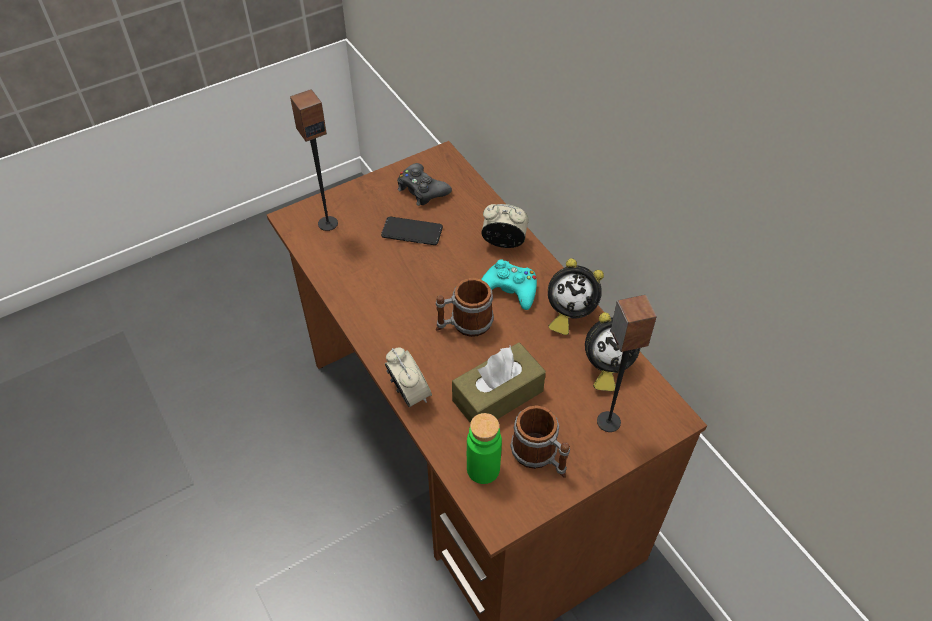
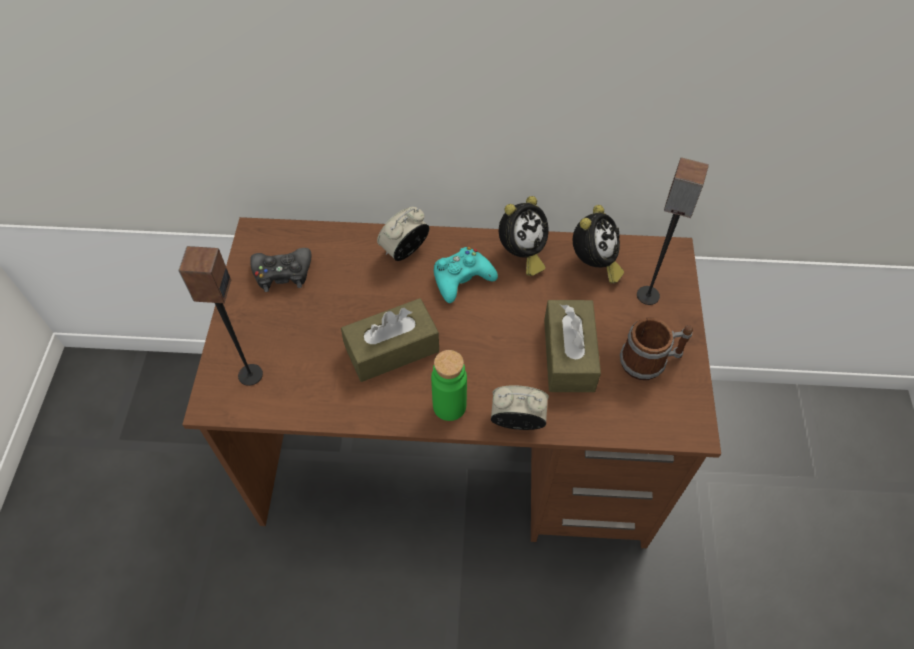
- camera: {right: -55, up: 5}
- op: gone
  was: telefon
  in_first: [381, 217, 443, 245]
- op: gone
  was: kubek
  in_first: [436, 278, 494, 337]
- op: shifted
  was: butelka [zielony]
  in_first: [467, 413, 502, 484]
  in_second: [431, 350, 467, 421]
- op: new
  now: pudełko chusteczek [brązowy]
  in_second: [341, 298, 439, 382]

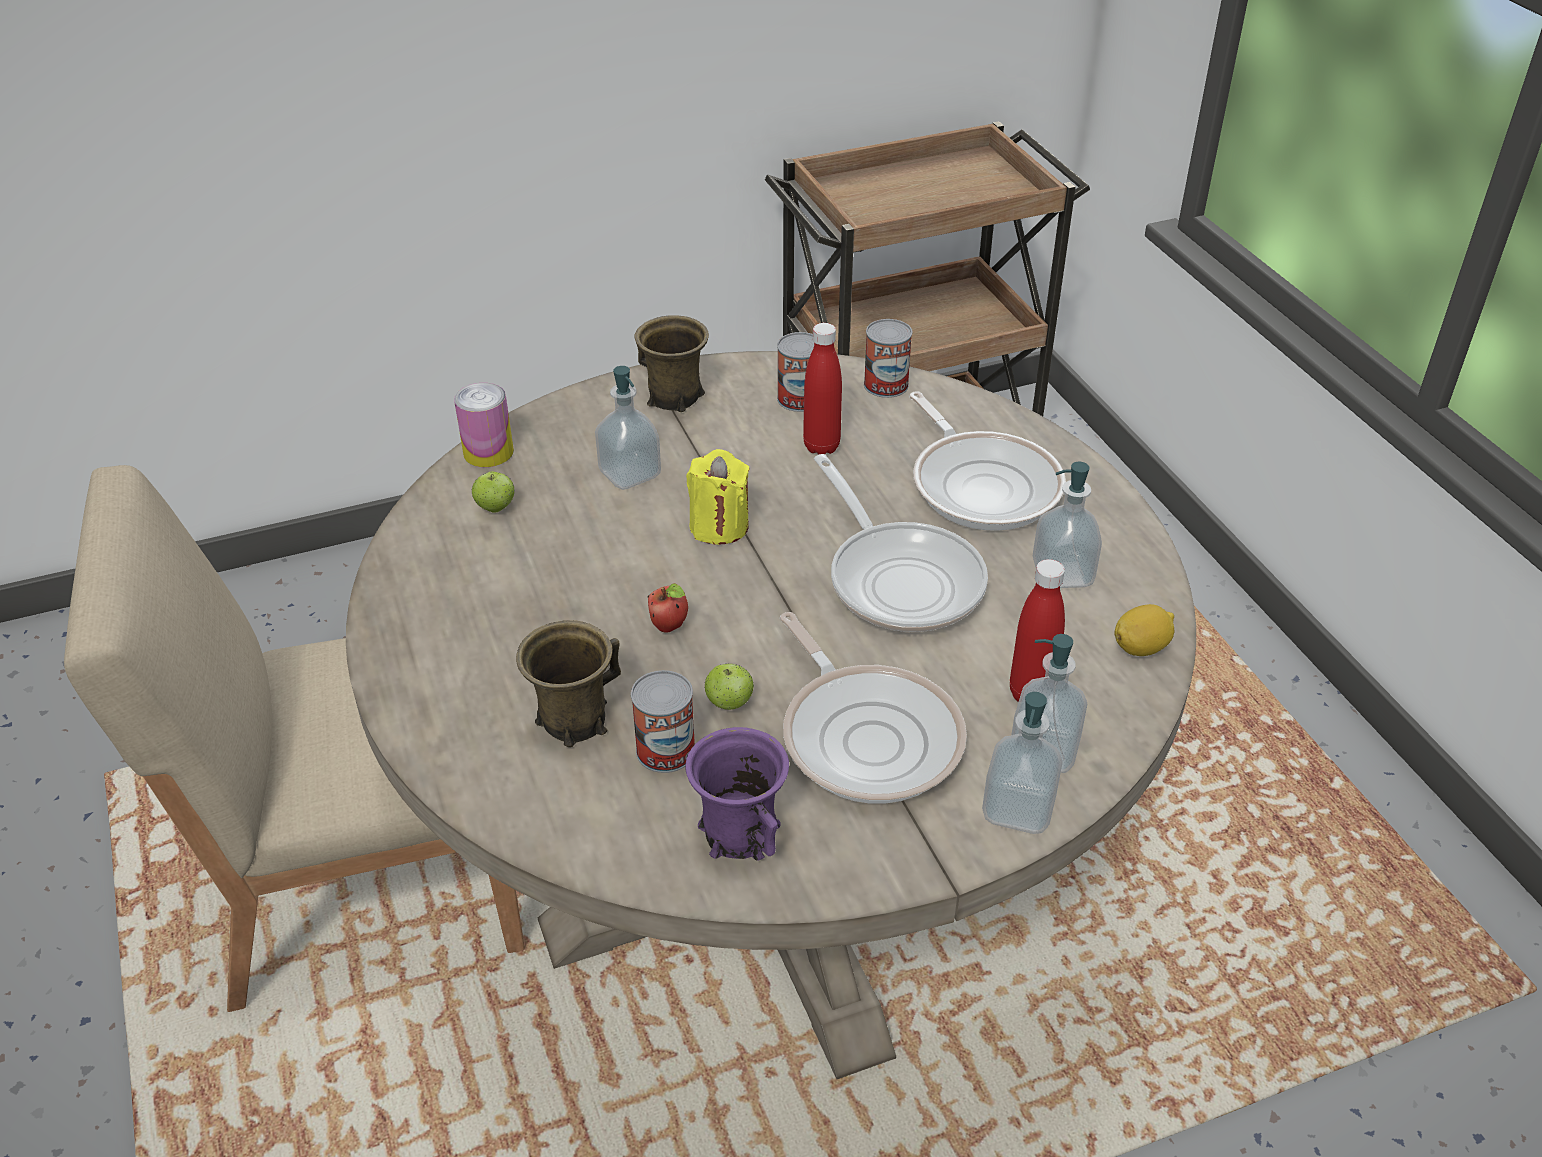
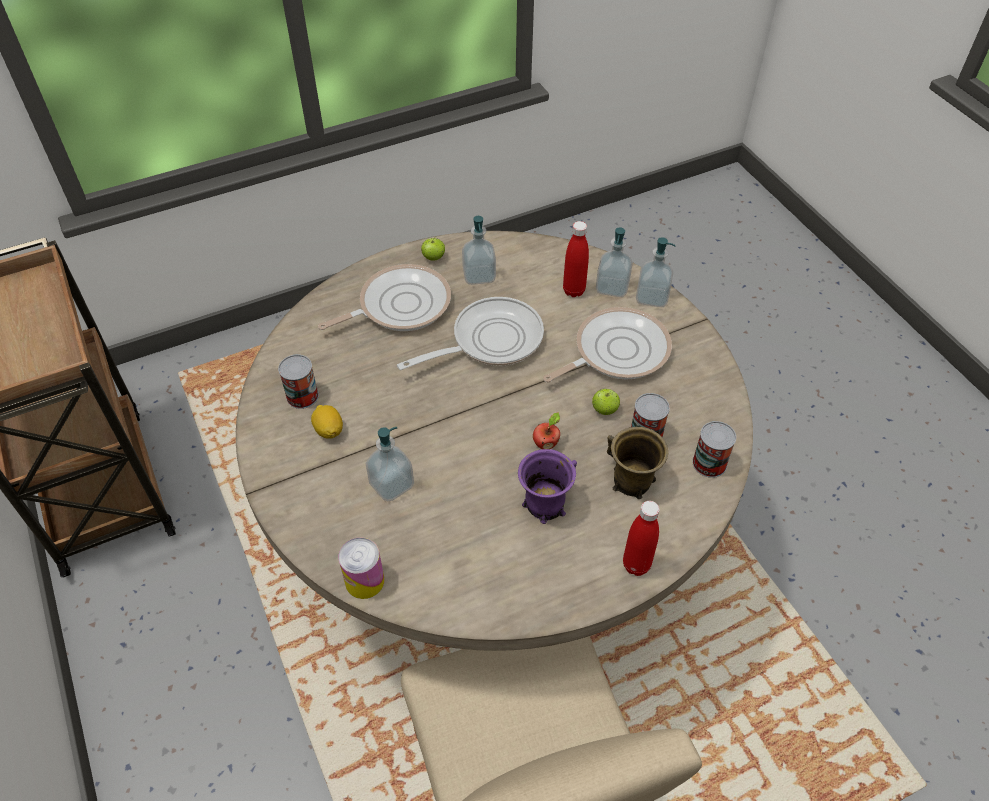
- camera: {right: -95, up: 10}
- op: shifted
  was: jabłko
  in_first: [472, 471, 515, 513]
  in_second: [421, 238, 445, 261]
- op: gone
  was: kubek [brązowy]
  in_first: [634, 315, 709, 412]
- op: shifted
  was: kubek [fioletowy]
  in_first: [685, 727, 789, 861]
  in_second: [518, 449, 577, 524]
- op: gone
  was: świeca [żółty]
  in_first: [686, 449, 750, 545]
- op: shifted
  was: butelka [czerwony]
  in_first: [803, 323, 842, 455]
  in_second: [623, 501, 660, 576]
- op: shifted
  was: puszka
  in_first: [864, 319, 912, 398]
  in_second: [692, 421, 736, 478]
- op: shifted
  was: cytryna
  in_first: [1114, 604, 1174, 656]
  in_second: [311, 405, 343, 439]

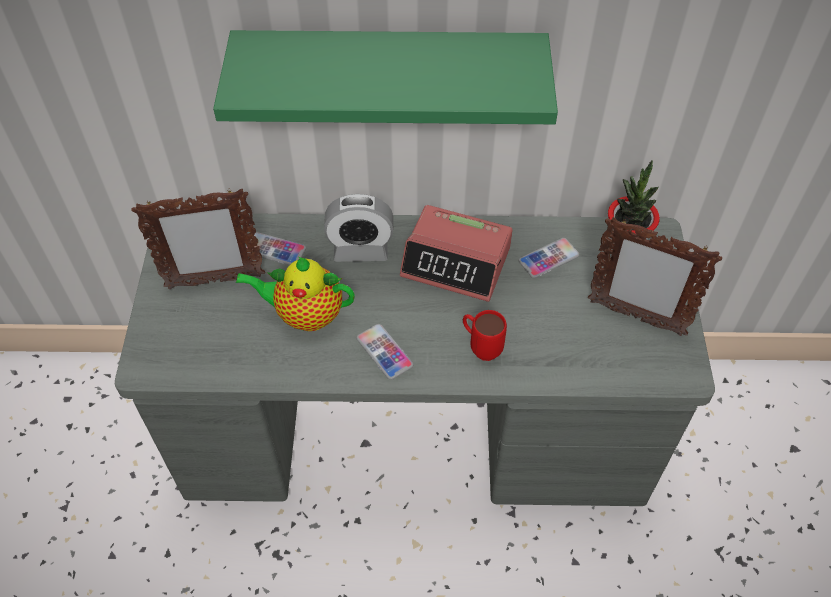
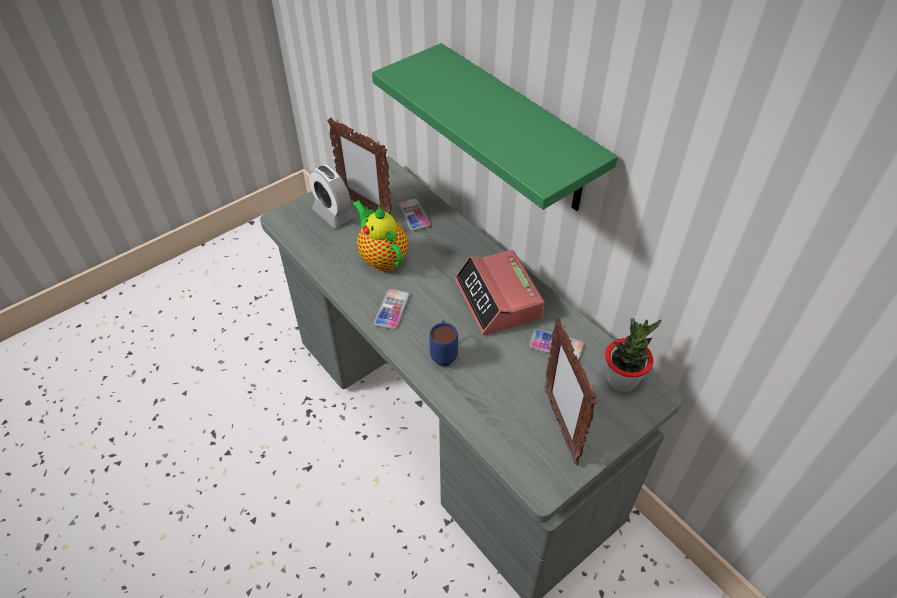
- camera: {right: 50, up: -5}
- op: shifted
  was: budzik
  in_first: [324, 194, 393, 262]
  in_second: [309, 164, 354, 228]
- op: repainted
  was: kubek [czerwony]
  now: kubek [niebieski]
  in_first: [463, 310, 507, 361]
  in_second: [429, 321, 458, 367]

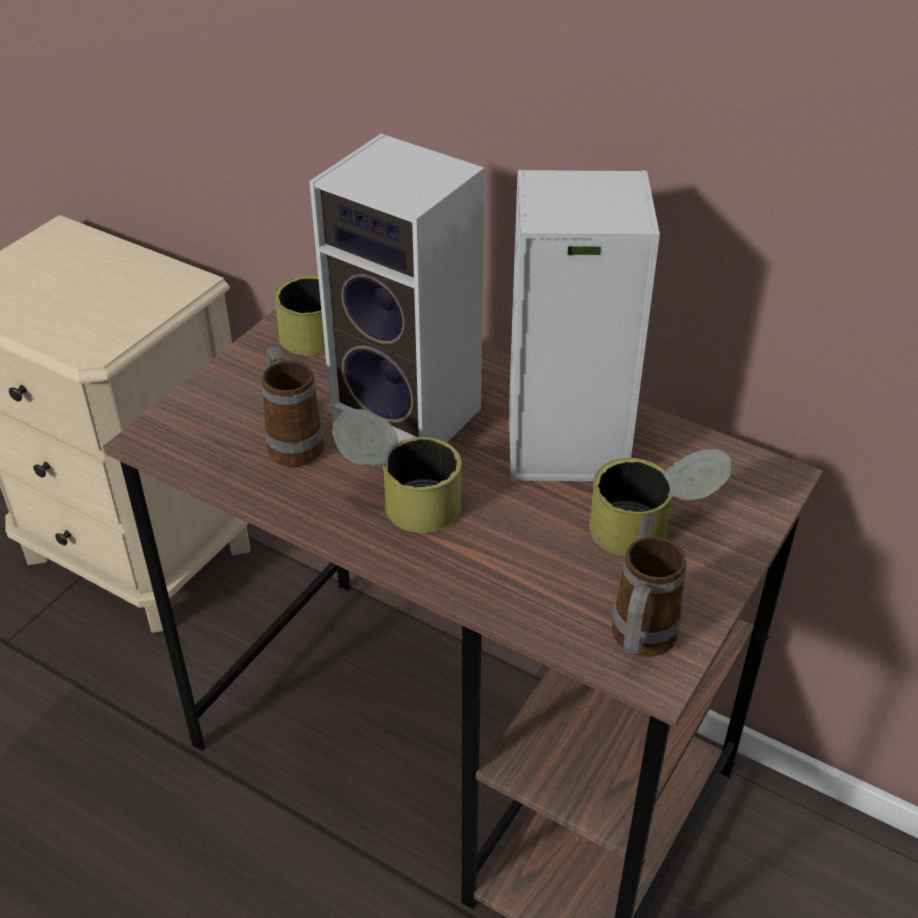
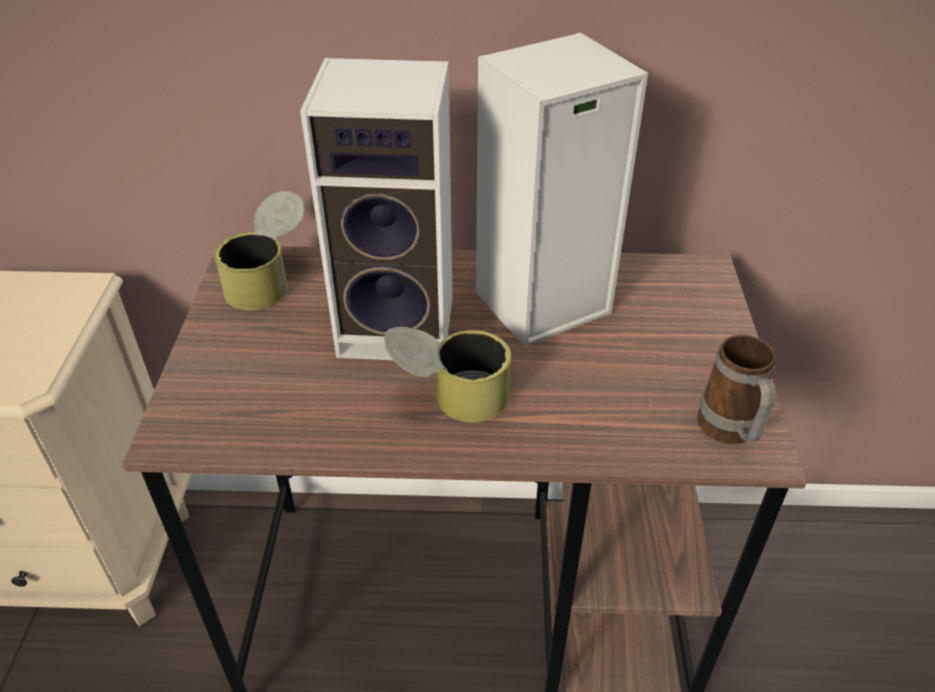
- camera: {right: -30, up: 0}
- op: gone
  was: kubek
  in_first: [261, 346, 324, 467]
- op: gone
  was: puszka
  in_first: [589, 449, 732, 556]

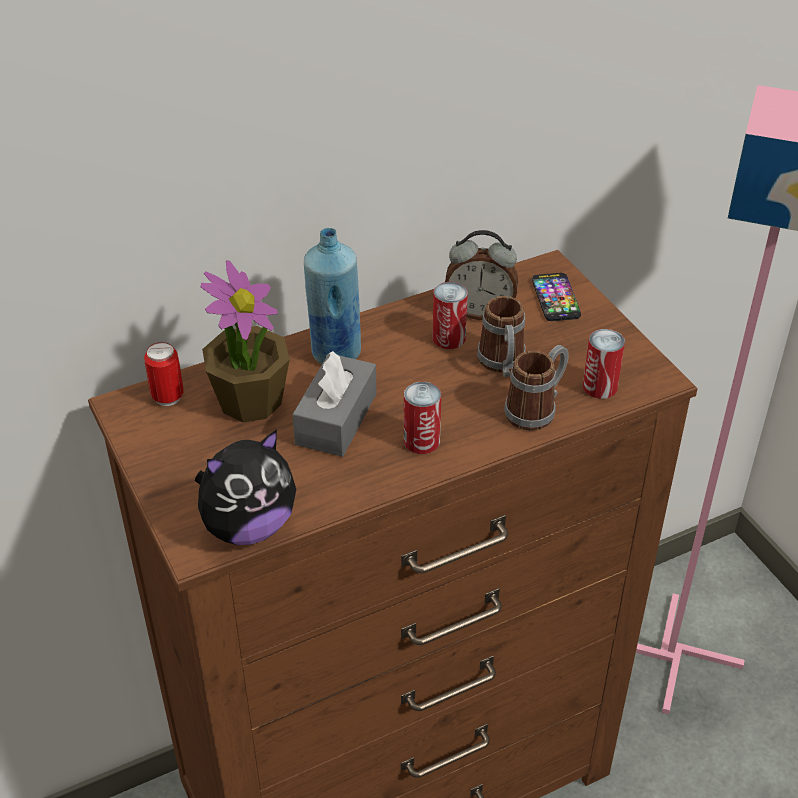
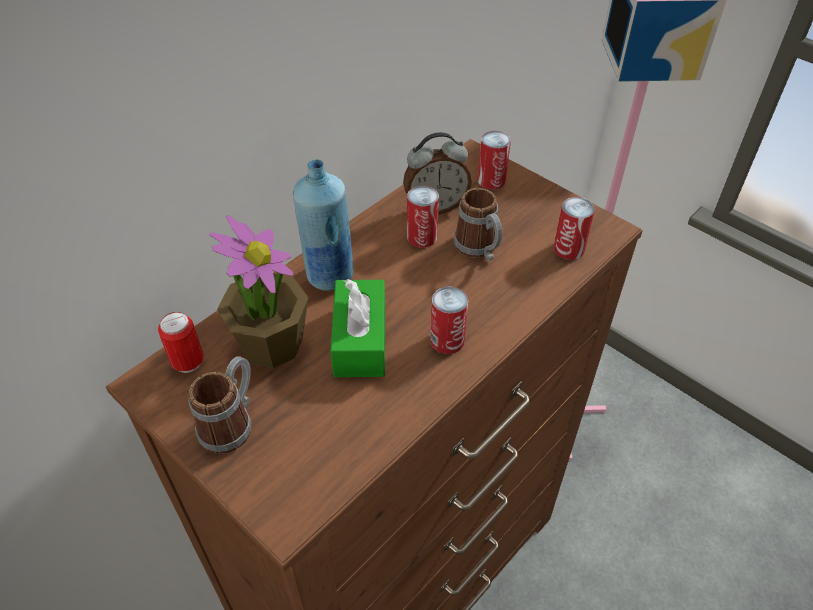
- camera: {right: -20, up: 5}
- op: gone
  was: pluszak
  in_first: [195, 429, 296, 545]
- op: repainted
  was: pudełko chusteczek [szary]
  now: pudełko chusteczek [zielony]
  in_first: [292, 351, 376, 457]
  in_second: [331, 279, 385, 377]
- op: shifted
  was: kubek
  in_first: [504, 345, 568, 431]
  in_second: [188, 356, 251, 454]
- op: swapped
  was: telefon
  now: puszka
  in_first: [532, 273, 581, 321]
  in_second: [478, 131, 511, 189]

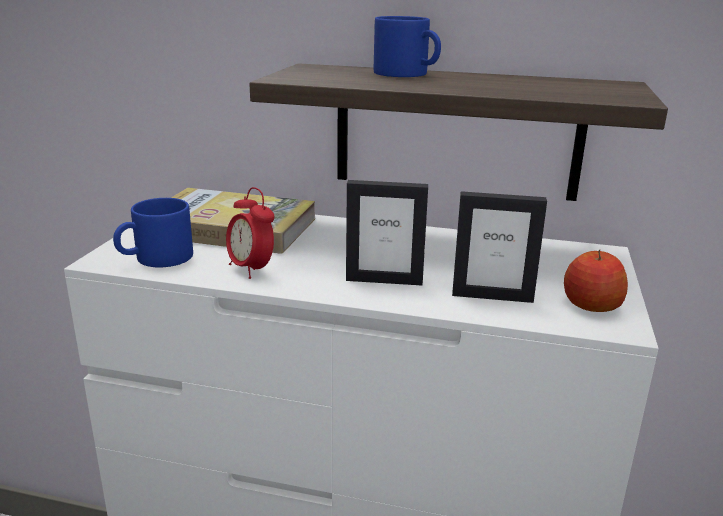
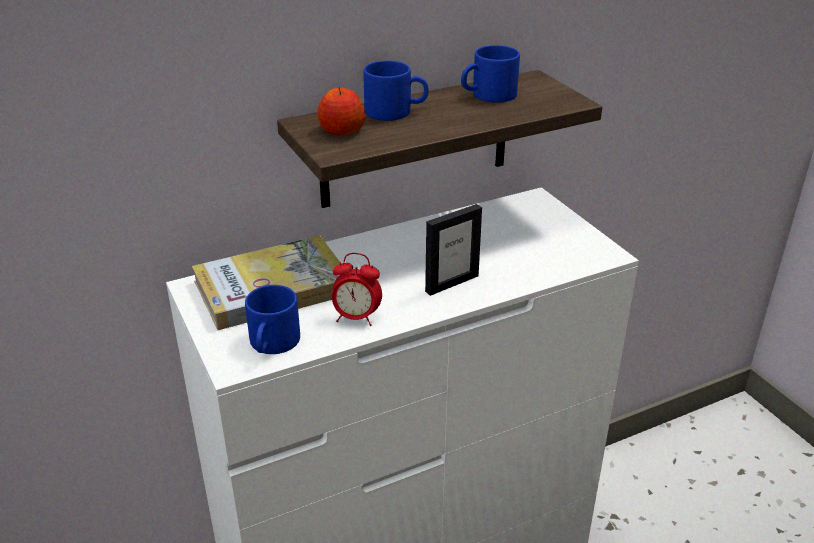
- camera: {right: -40, up: 10}
- op: gone
  was: ramka na zdjęcie
  in_first: [452, 191, 547, 303]
- op: shifted
  was: jabłko
  in_first: [564, 249, 628, 312]
  in_second: [317, 87, 365, 136]
- op: new
  now: kubek [niebieski]
  in_second: [461, 45, 520, 103]

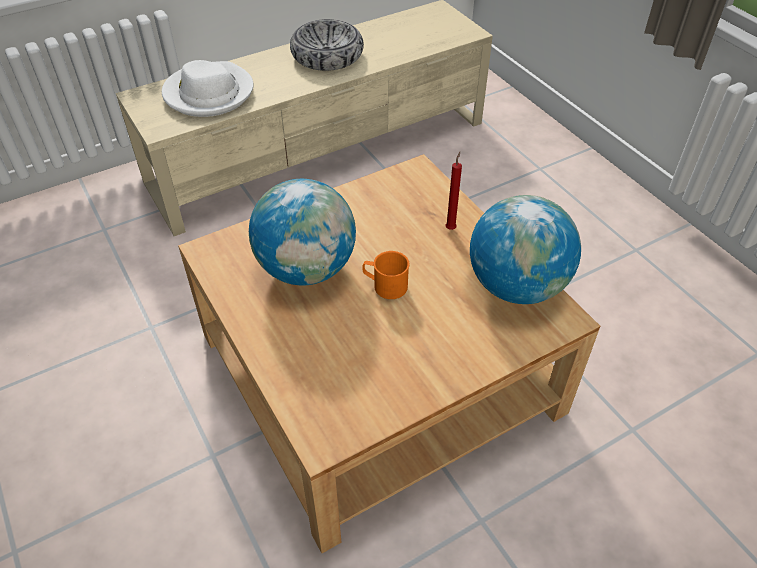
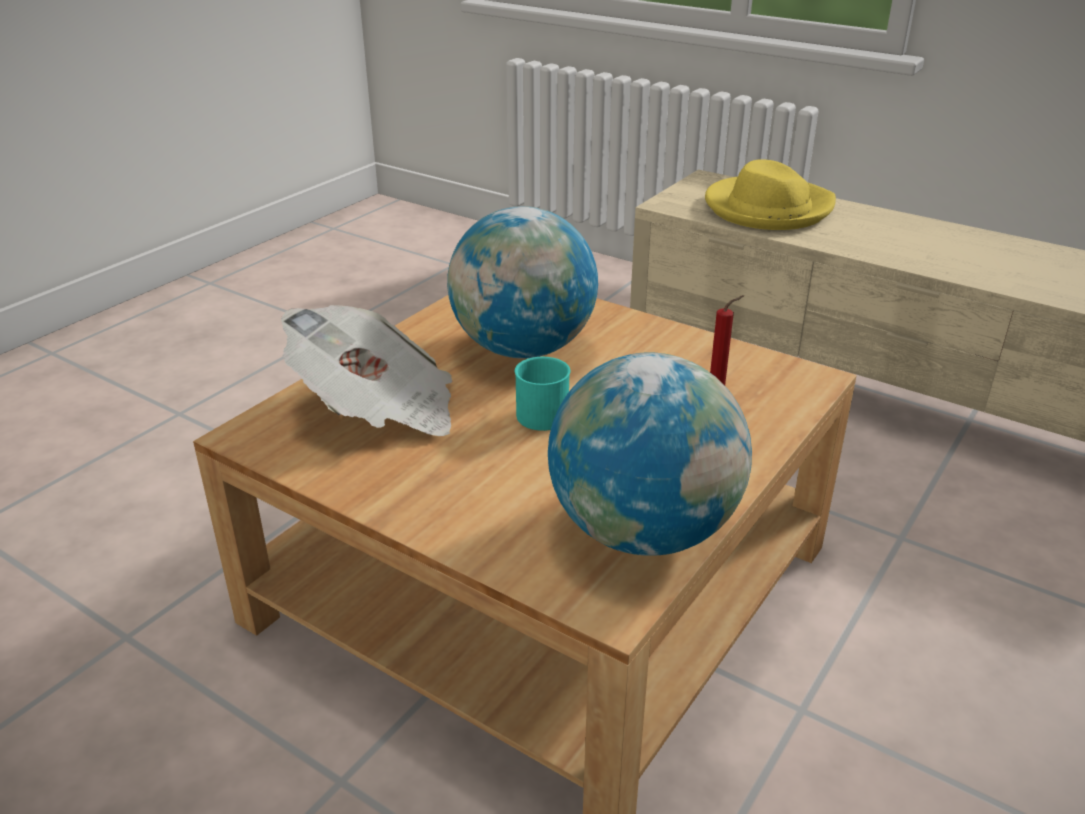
- camera: {right: 65, up: -15}
- op: repainted
  was: kapelusz [biały]
  now: kapelusz [żółty]
  in_first: [162, 60, 253, 117]
  in_second: [705, 159, 836, 230]
- op: gone
  was: miska
  in_first: [290, 19, 364, 71]
- op: repainted
  was: kubek [pomarańczowy]
  now: kubek [turkusowy]
  in_first: [363, 251, 409, 299]
  in_second: [514, 357, 570, 431]
- op: new
  now: gazeta
  in_second: [281, 305, 452, 436]

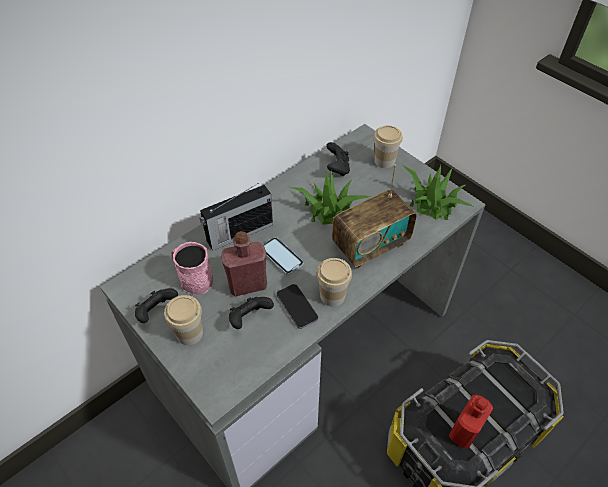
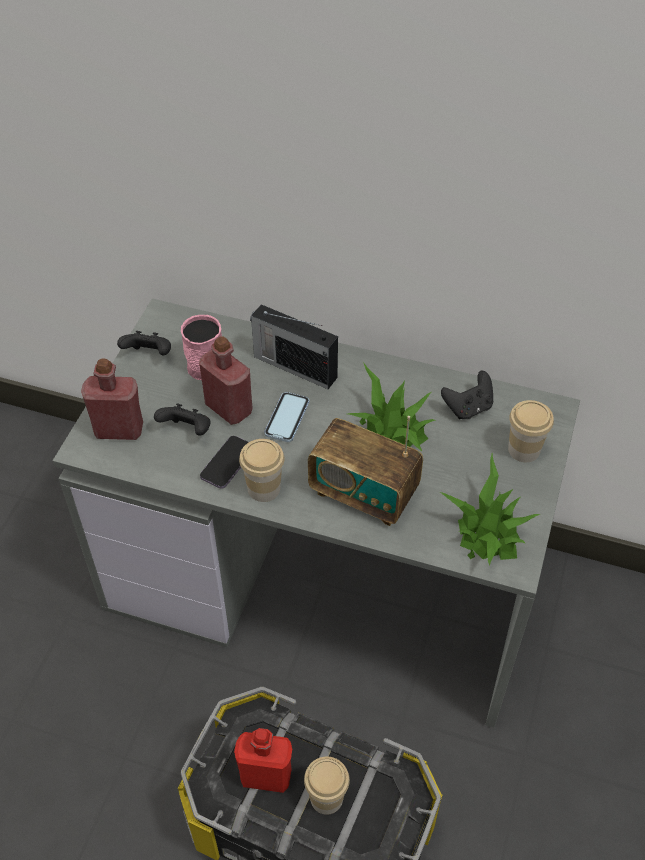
- camera: {right: 60, up: 0}
- op: shifted
  was: filiżanka
  in_first: [164, 295, 203, 345]
  in_second: [304, 757, 350, 815]
- op: new
  now: butelka [czerwony]
  in_second: [81, 359, 143, 440]

